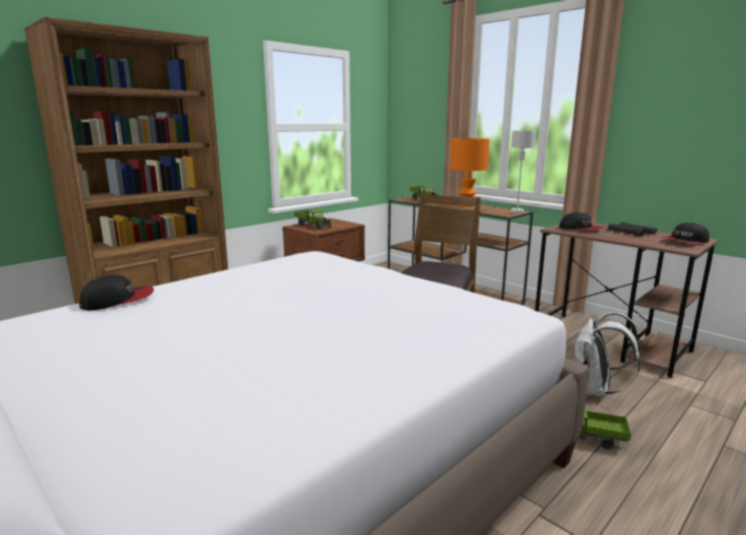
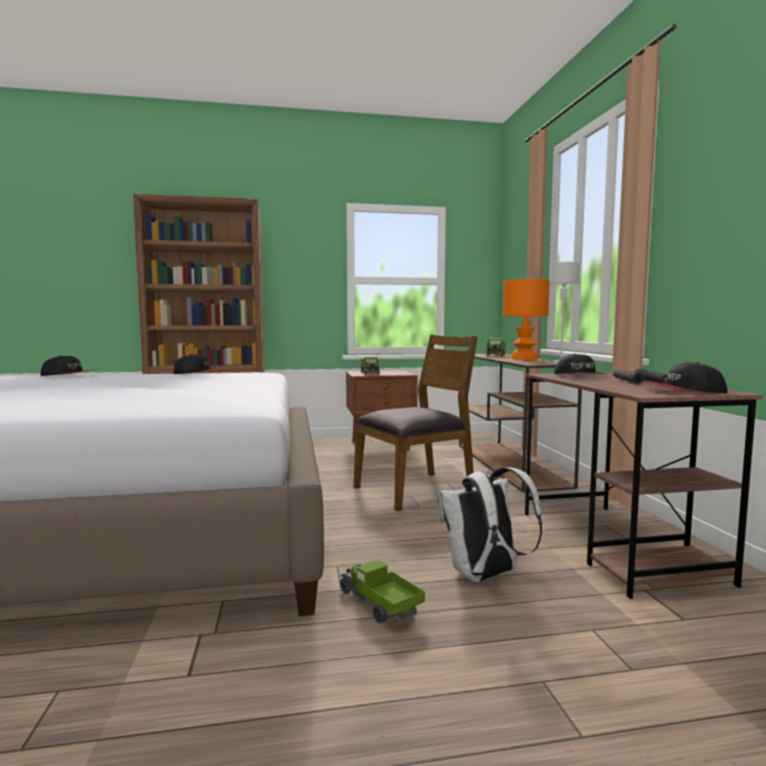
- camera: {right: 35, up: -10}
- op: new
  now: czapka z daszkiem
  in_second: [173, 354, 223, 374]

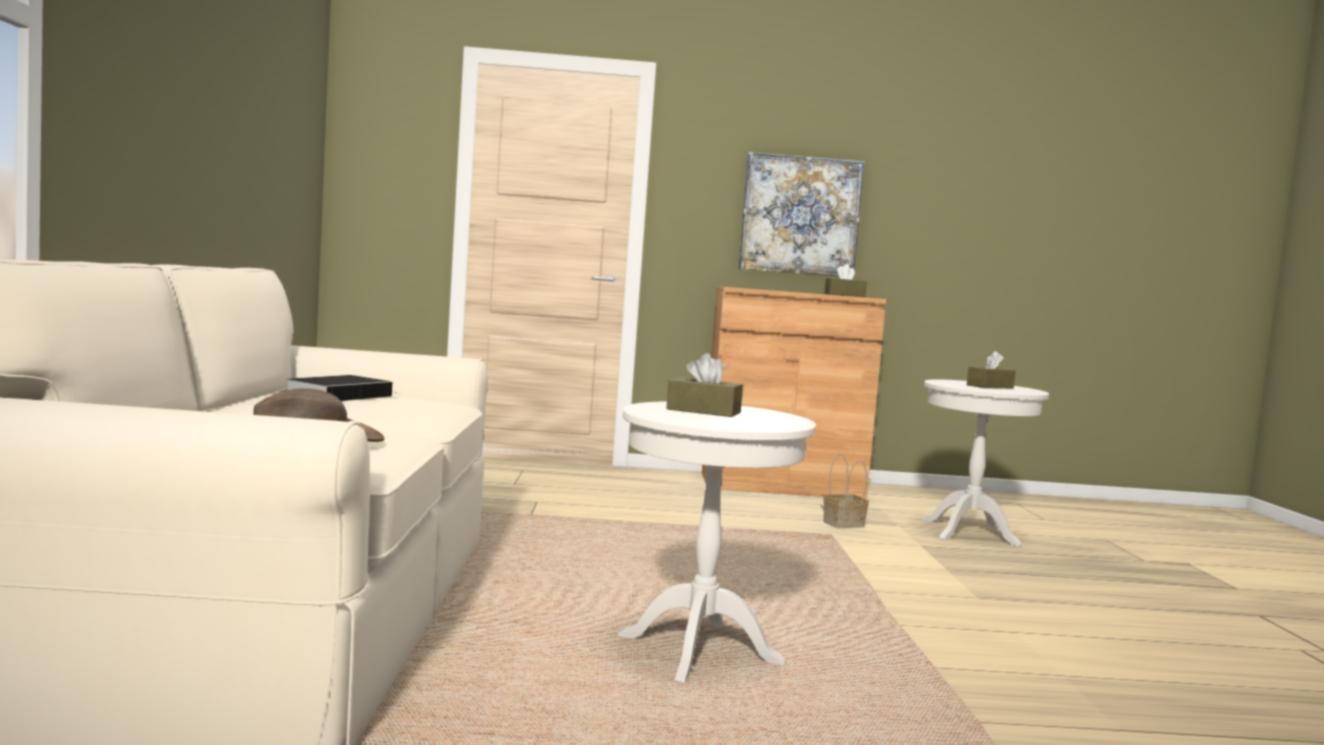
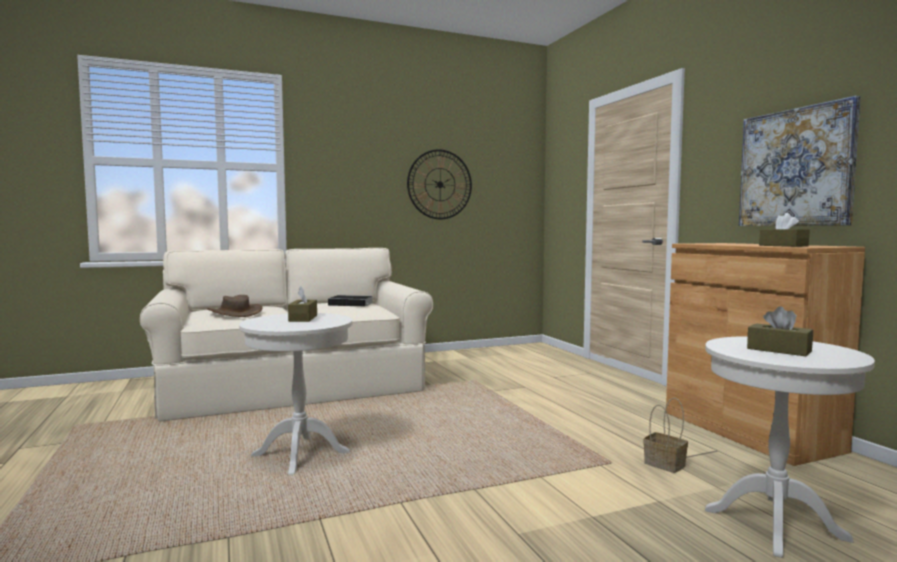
- camera: {right: 70, up: 0}
- op: new
  now: zegar ścienny
  in_second: [407, 149, 472, 219]

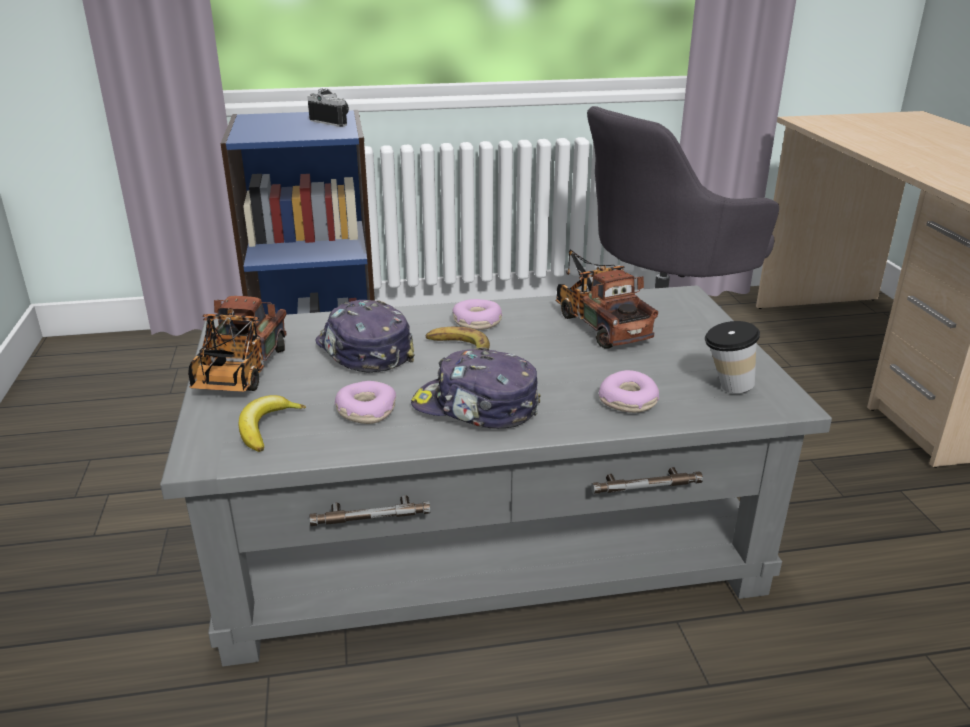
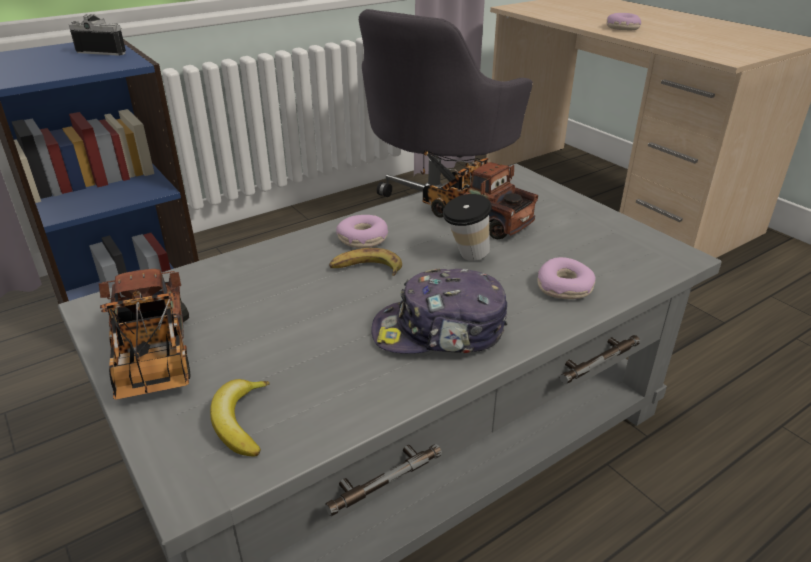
- camera: {right: -25, up: 5}
- op: gone
  was: czapka z daszkiem
  in_first: [315, 300, 414, 372]
- op: shifted
  was: donut
  in_first: [335, 381, 396, 424]
  in_second: [606, 13, 641, 30]
- op: shifted
  was: filiżanka
  in_first: [705, 321, 760, 393]
  in_second: [442, 194, 492, 261]

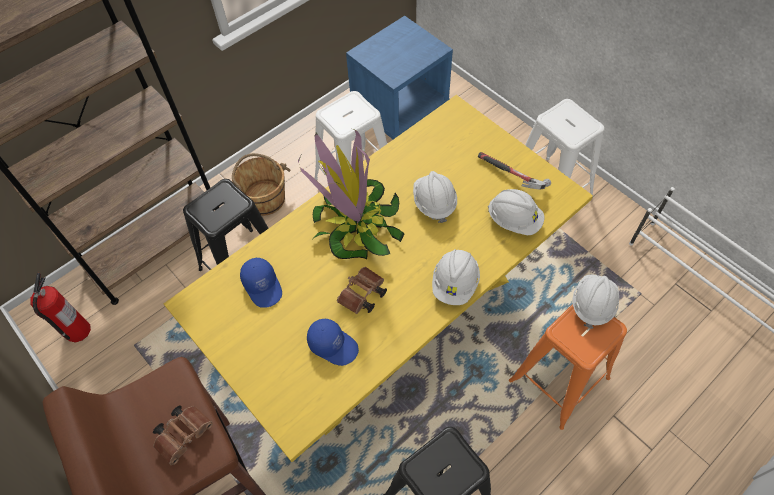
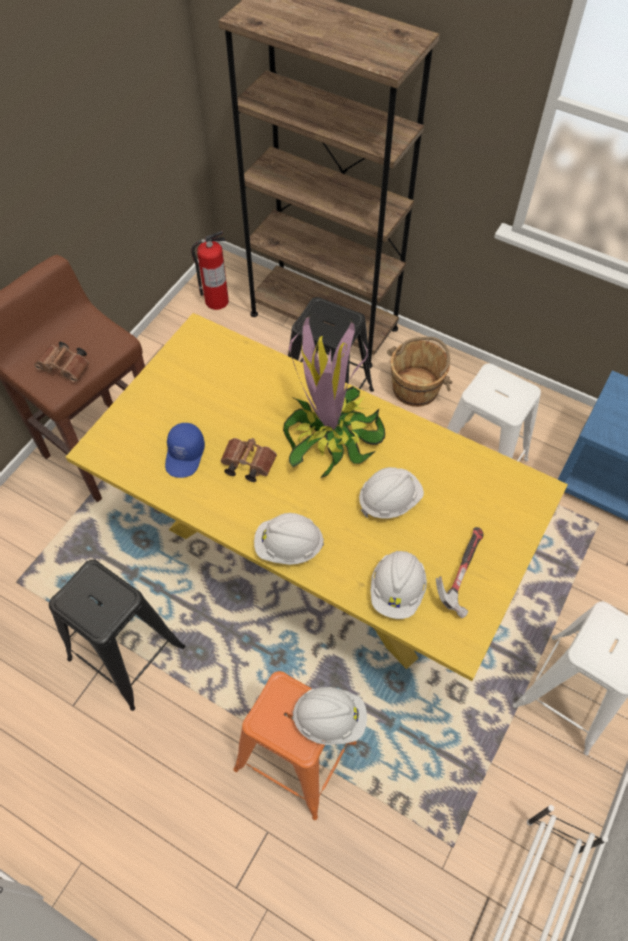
- camera: {right: 70, up: 0}
- op: gone
  was: czapka z daszkiem [niebieski]
  in_first: [240, 258, 282, 308]

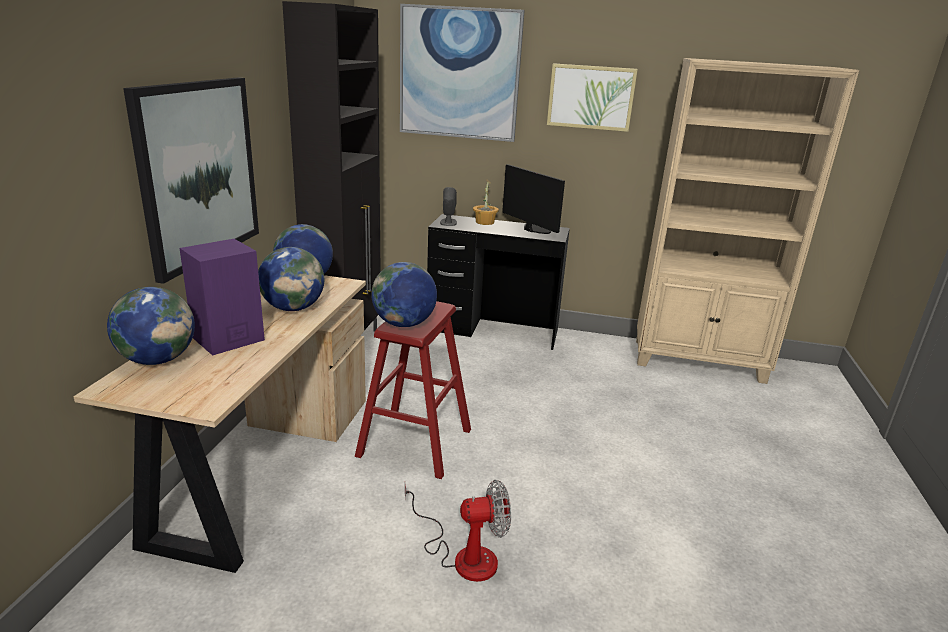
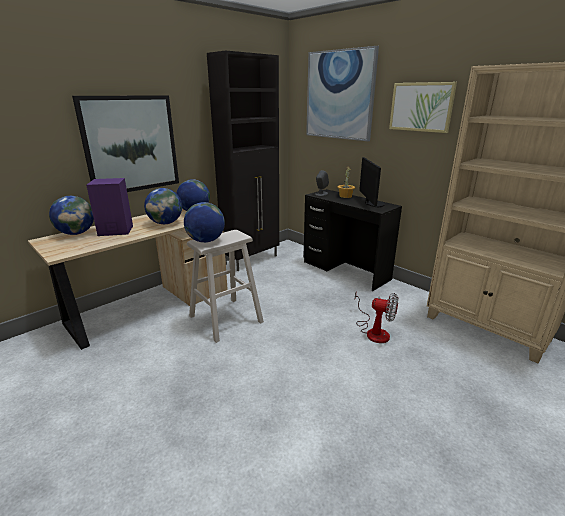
- camera: {right: 35, up: 0}
- op: repainted
  was: stołek [czerwony]
  now: stołek [beżowy]
  in_first: [355, 301, 471, 479]
  in_second: [187, 230, 264, 343]
- op: shifted
  was: wentylator
  in_first: [405, 480, 511, 582]
  in_second: [355, 291, 398, 343]

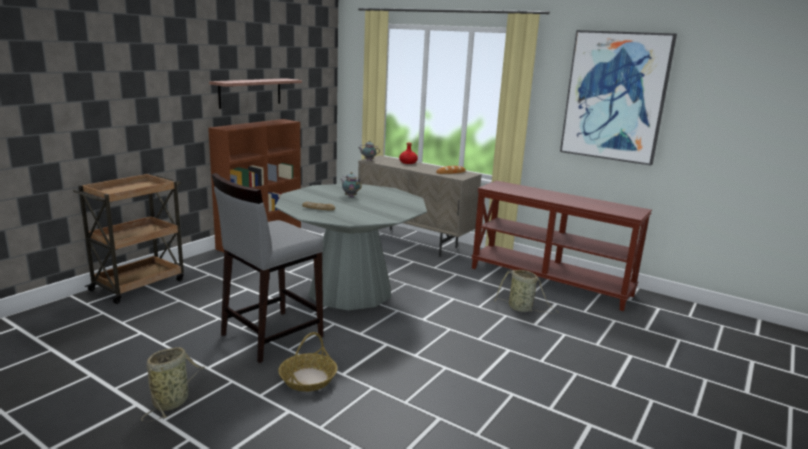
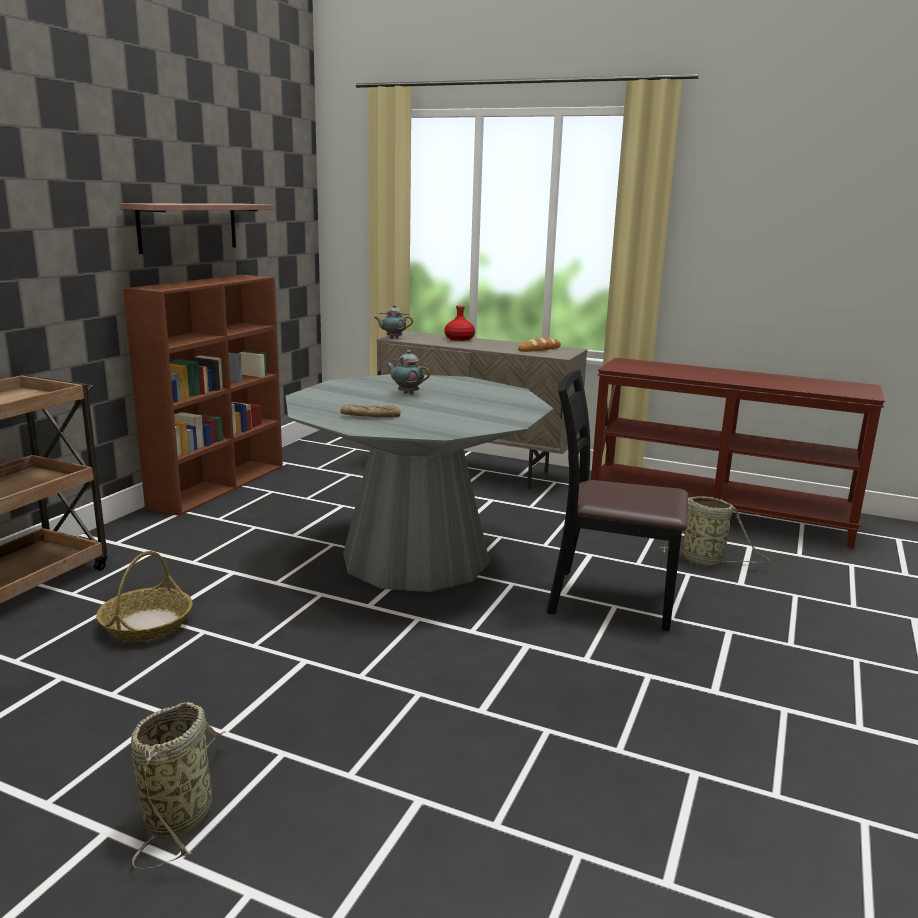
- camera: {right: -10, up: 0}
- op: gone
  was: stołek [szary]
  in_first: [212, 173, 323, 363]
- op: shifted
  was: koszyk
  in_first: [278, 332, 337, 392]
  in_second: [96, 551, 192, 642]
- op: gone
  was: obraz
  in_first: [560, 30, 677, 166]
- op: new
  now: krzesło [czarny]
  in_second: [547, 370, 688, 631]

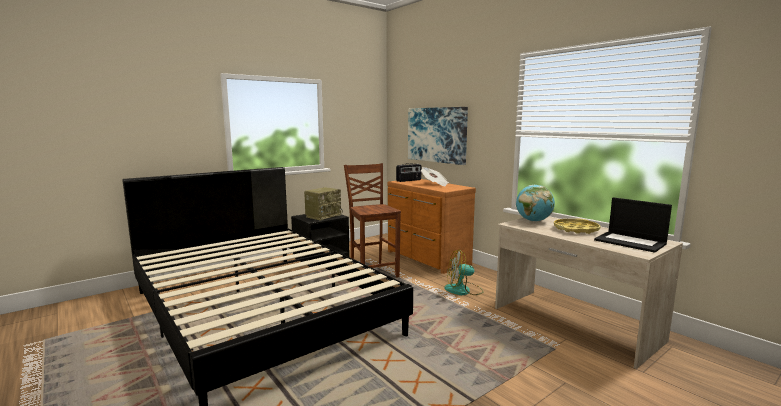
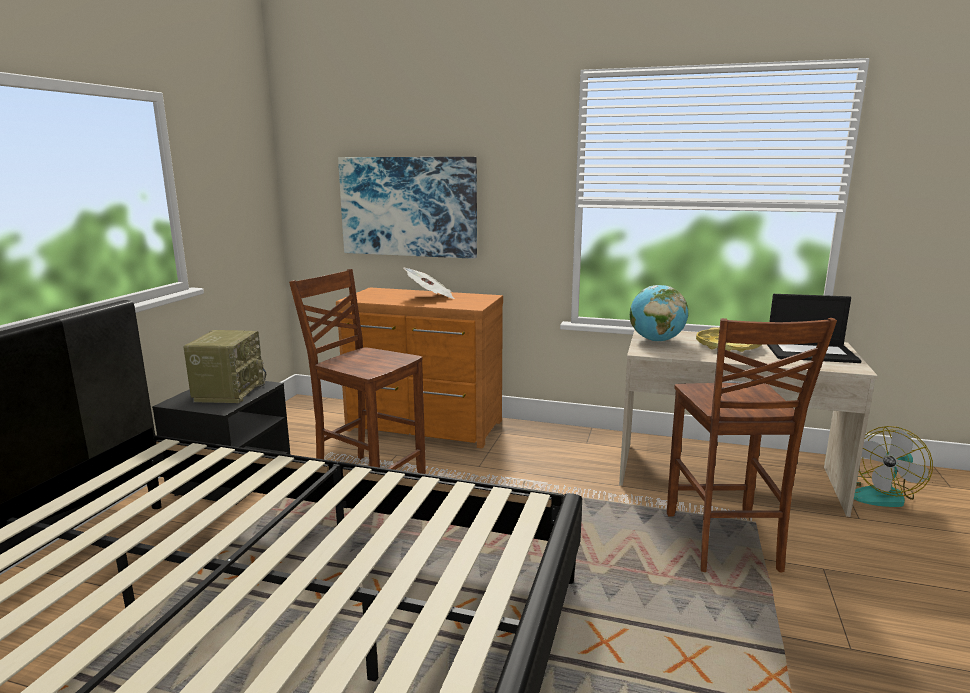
- camera: {right: -35, up: 5}
- op: gone
  was: radio
  in_first: [396, 163, 421, 182]
- op: shifted
  was: wentylator
  in_first: [444, 249, 483, 295]
  in_second: [854, 426, 933, 507]
- op: new
  now: krzesło [brązowy]
  in_second: [667, 318, 837, 573]

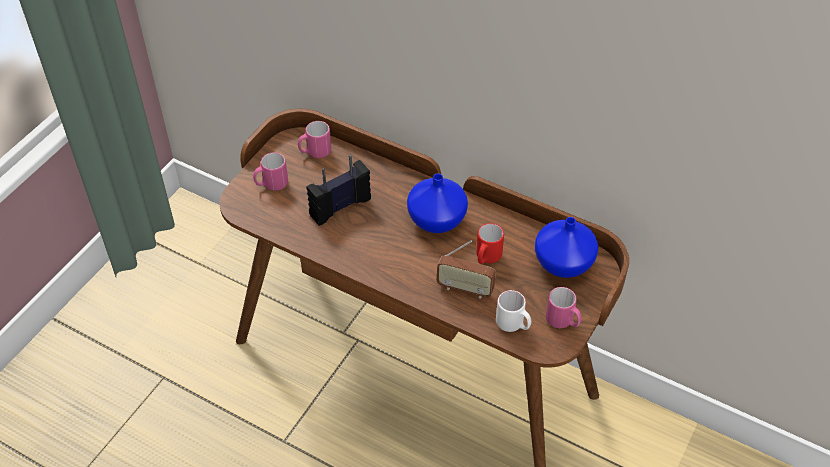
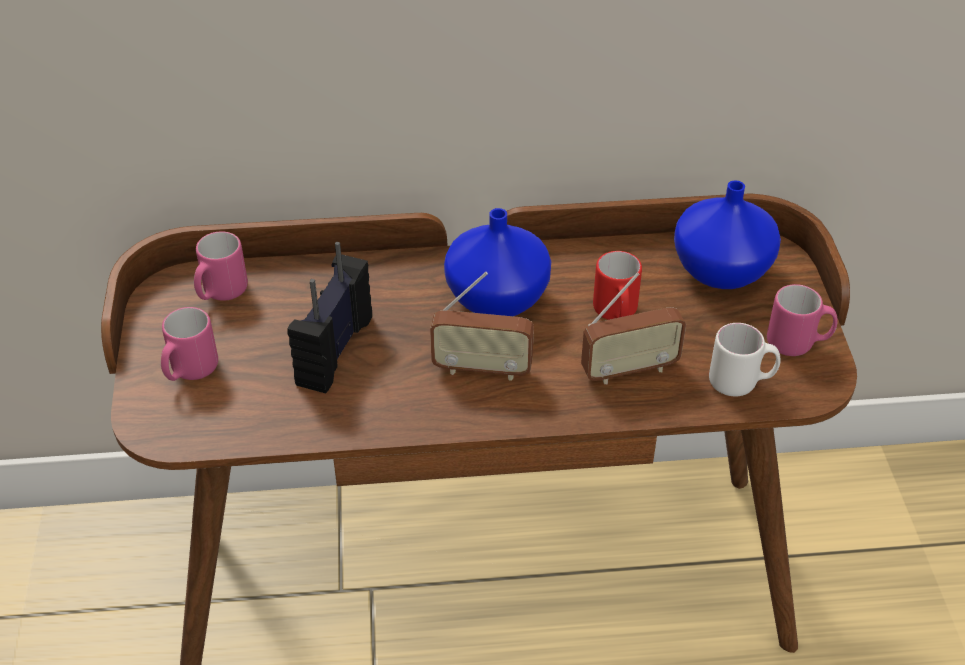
- camera: {right: -35, up: -5}
- op: new
  now: radio
  in_second: [430, 272, 534, 381]

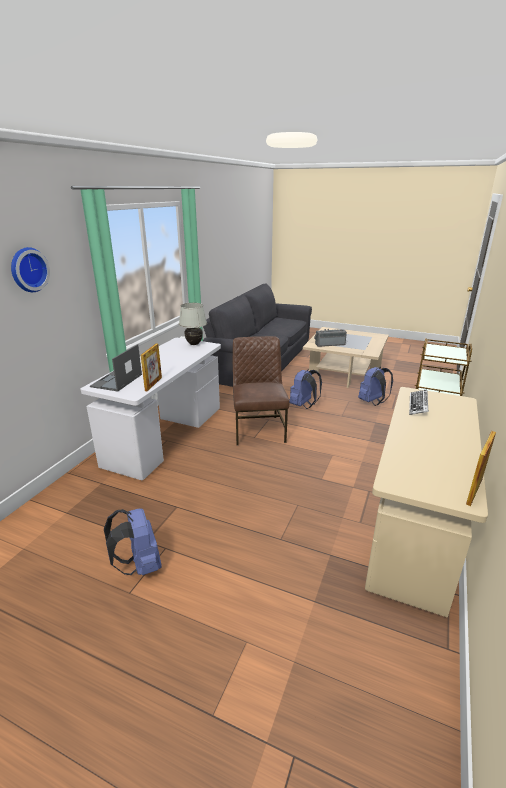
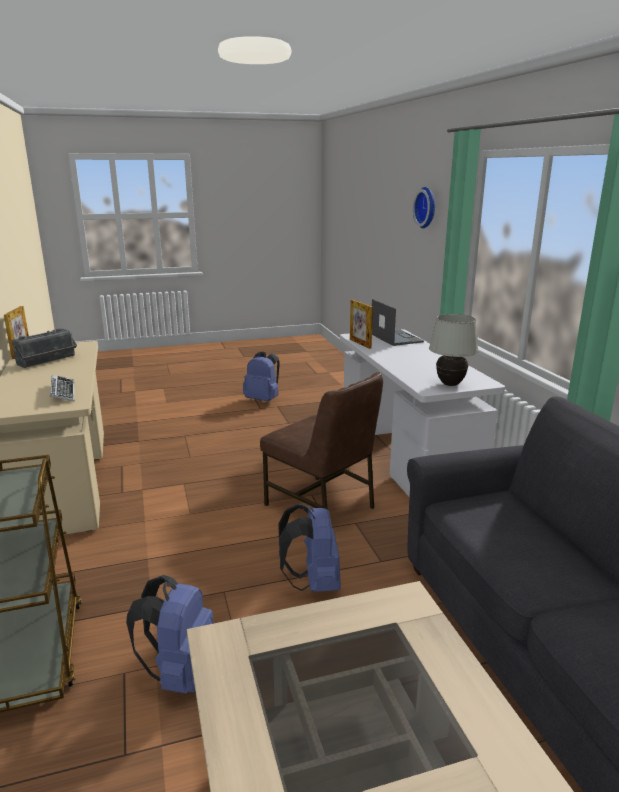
- camera: {right: 140, up: -5}
- op: shifted
  was: radio
  in_first: [314, 329, 347, 347]
  in_second: [12, 328, 77, 368]

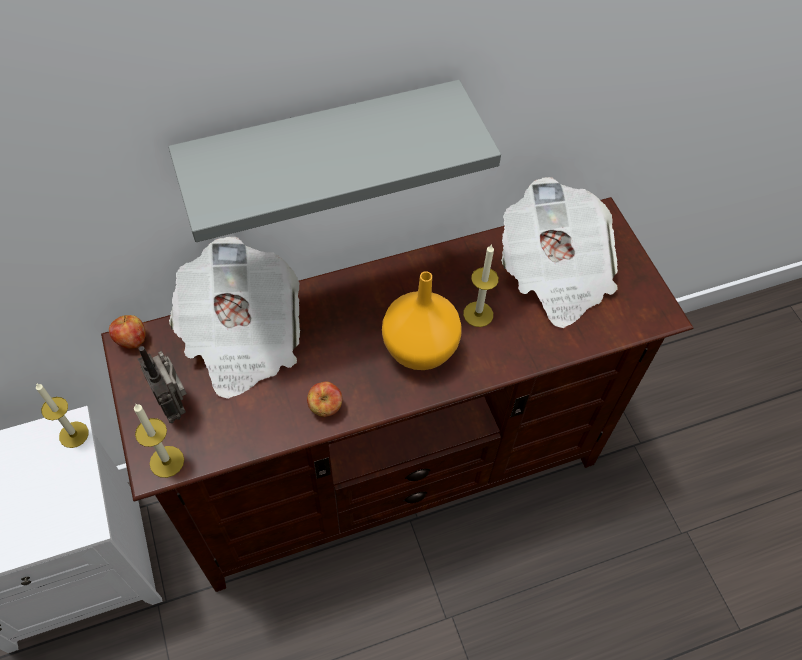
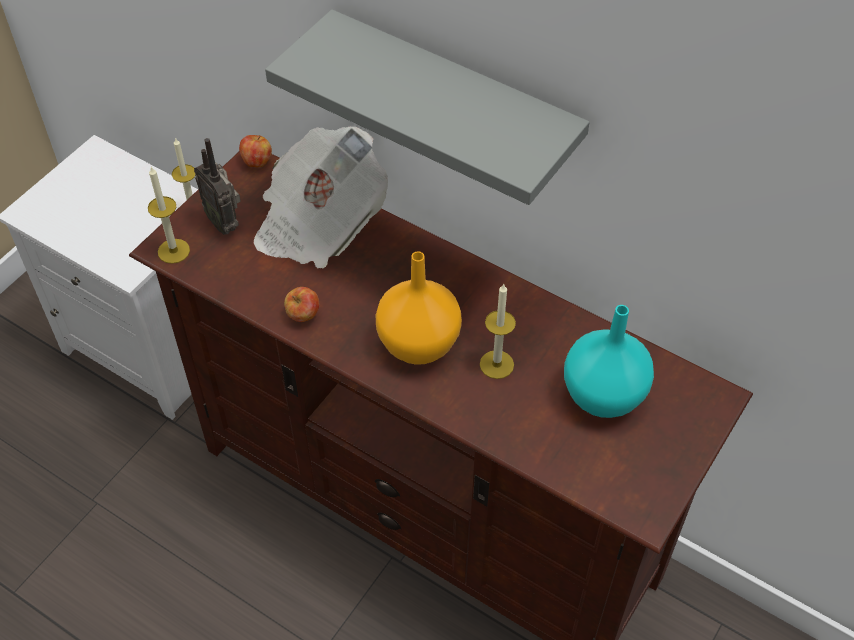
- camera: {right: 55, up: -5}
- op: rotated
  was: radio
  in_first: [138, 346, 187, 423]
  in_second: [194, 138, 241, 235]
  clockwise: -60
- op: swapped
  was: gazeta
  now: wazon [turkusowy]
  in_first: [501, 177, 618, 328]
  in_second: [564, 305, 654, 418]

